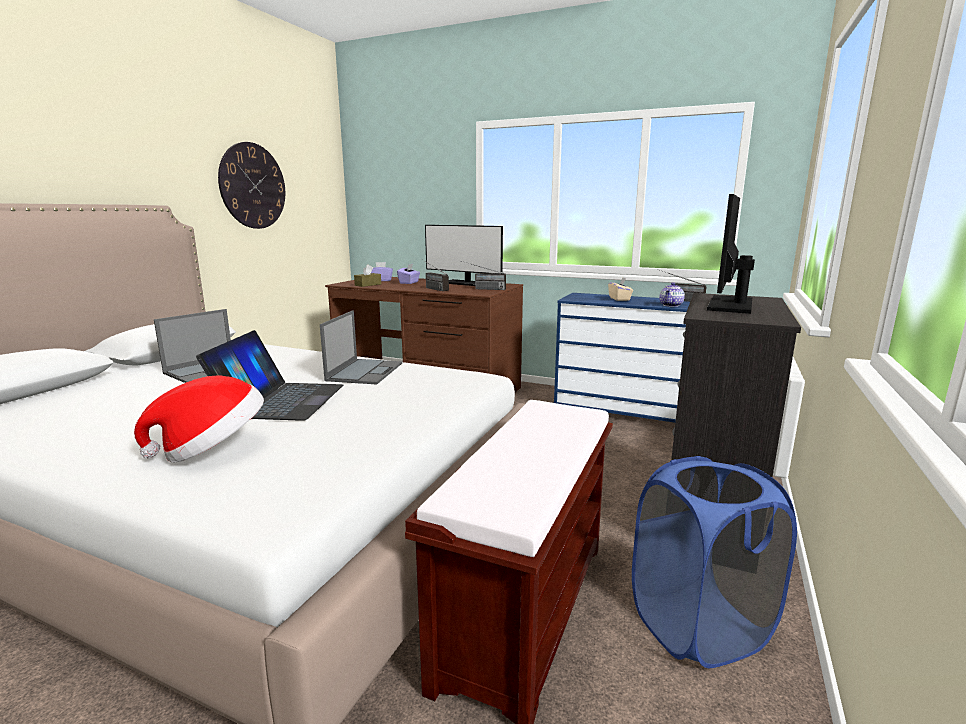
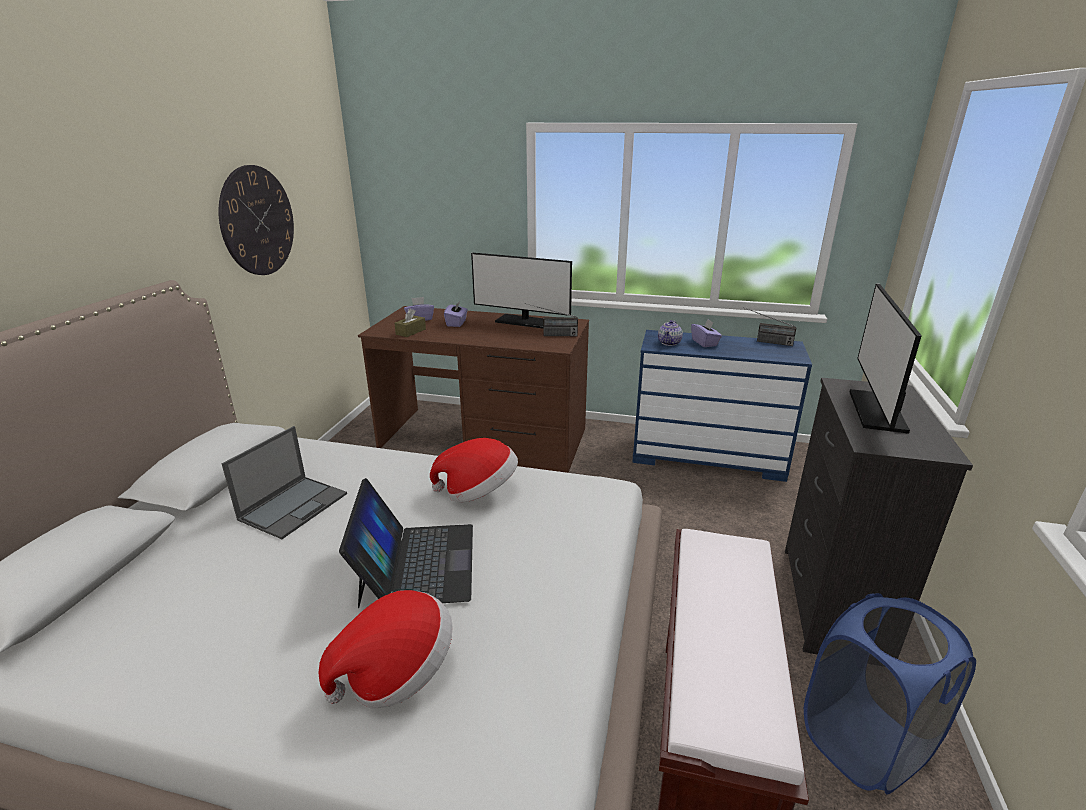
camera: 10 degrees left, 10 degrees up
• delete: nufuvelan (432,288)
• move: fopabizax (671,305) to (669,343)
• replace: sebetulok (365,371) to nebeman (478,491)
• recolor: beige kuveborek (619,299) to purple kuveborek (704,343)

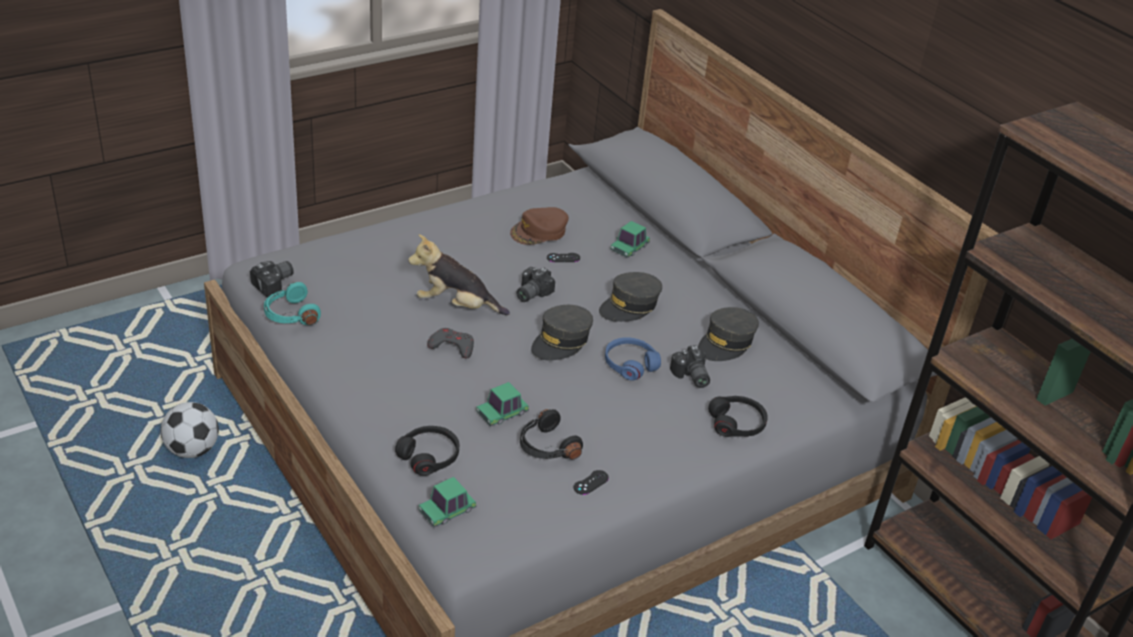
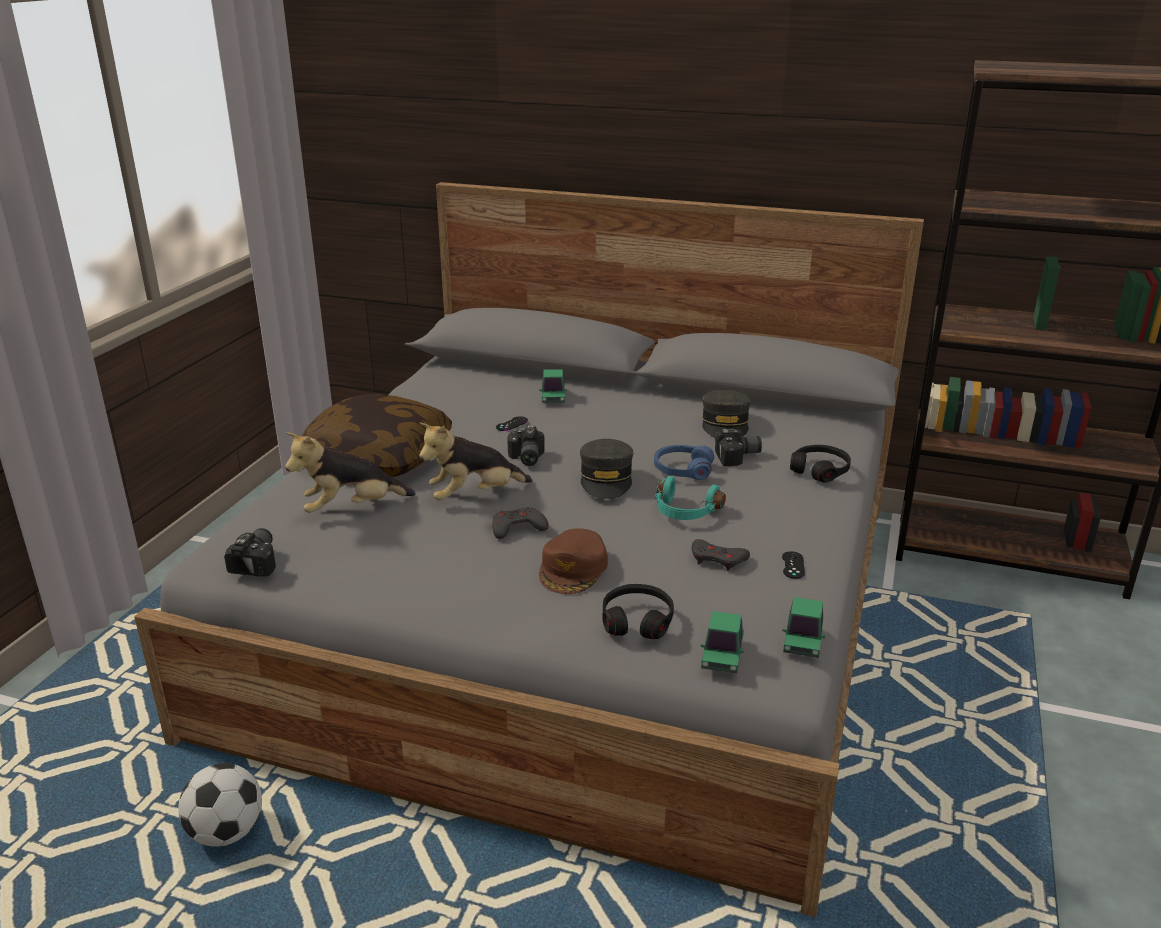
camera: 35 degrees left, 10 degrees down
• delete: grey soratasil (629,306)
• insert: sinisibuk (351,508)
• insert: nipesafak (378,458)
• move: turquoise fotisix (290,315) to (684,512)
• move: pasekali (502,413) to (803,640)
• move: brown soratasil (539,231) to (573,569)
• replace: black fotisix (546,447) to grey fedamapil (718,559)
• rotate: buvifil (690,377) = (738,457) 45 degrees counterclockwise

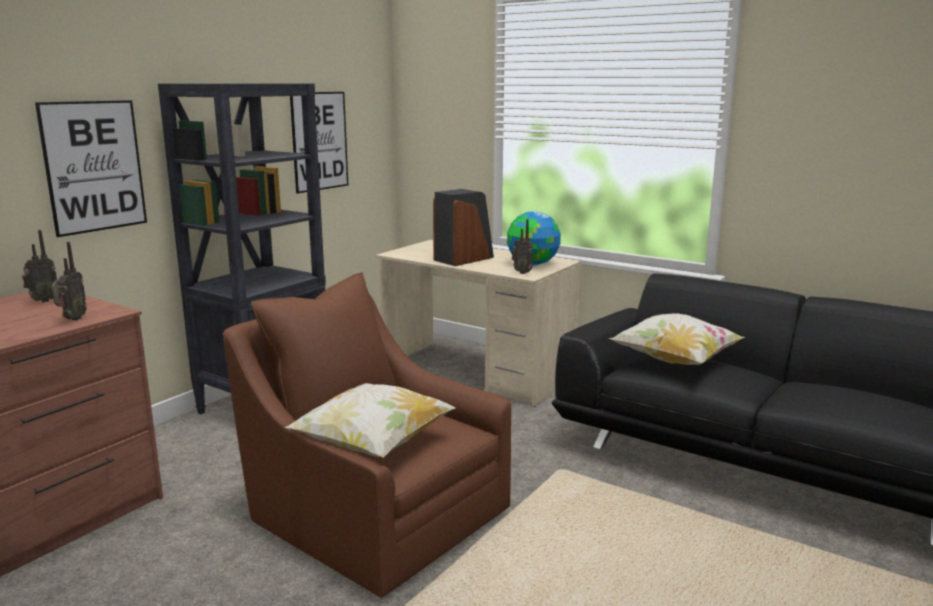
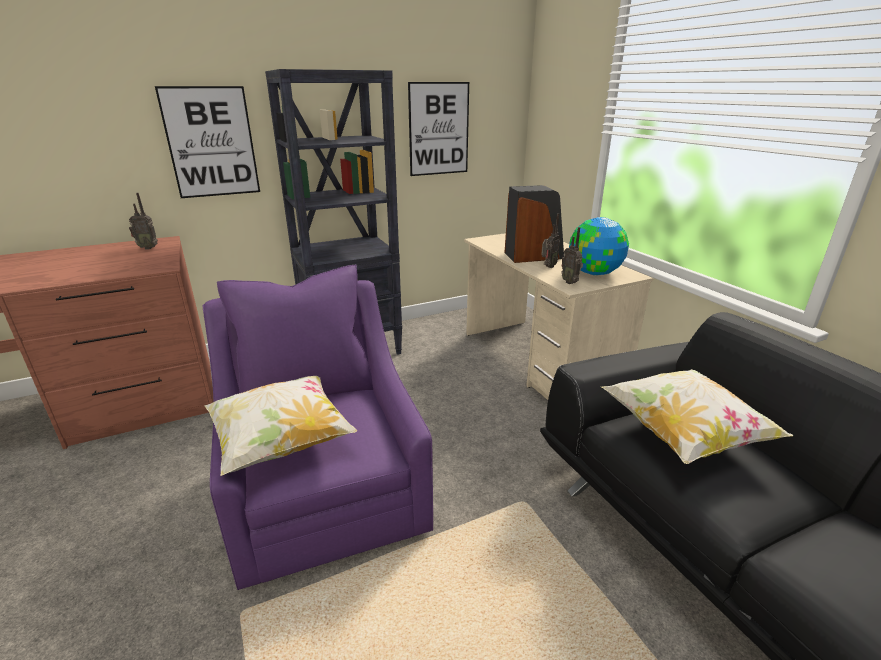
camera: 30 degrees right, 10 degrees up
• move: nufuvelan (72,319) to (548,267)
• recolor: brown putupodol (374,514) to purple putupodol (325,487)

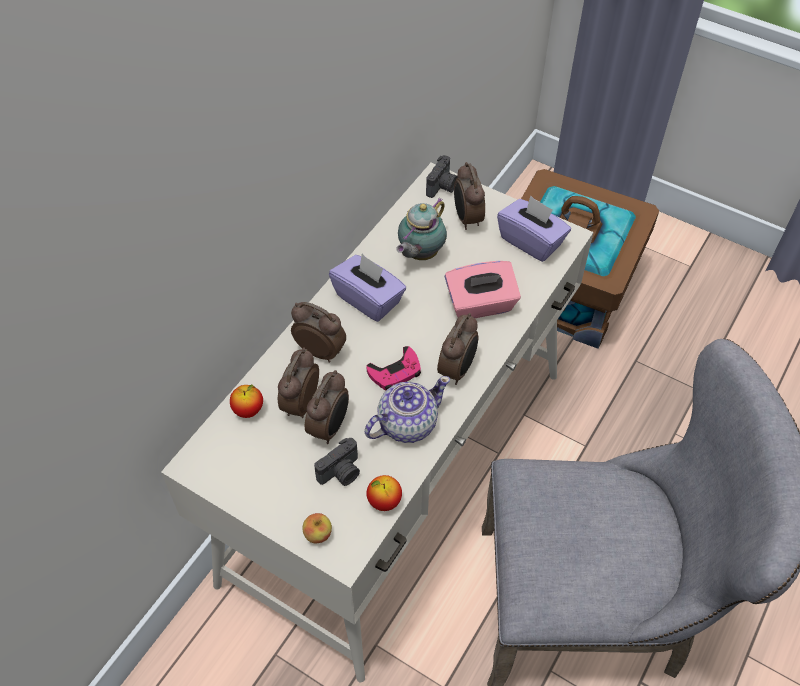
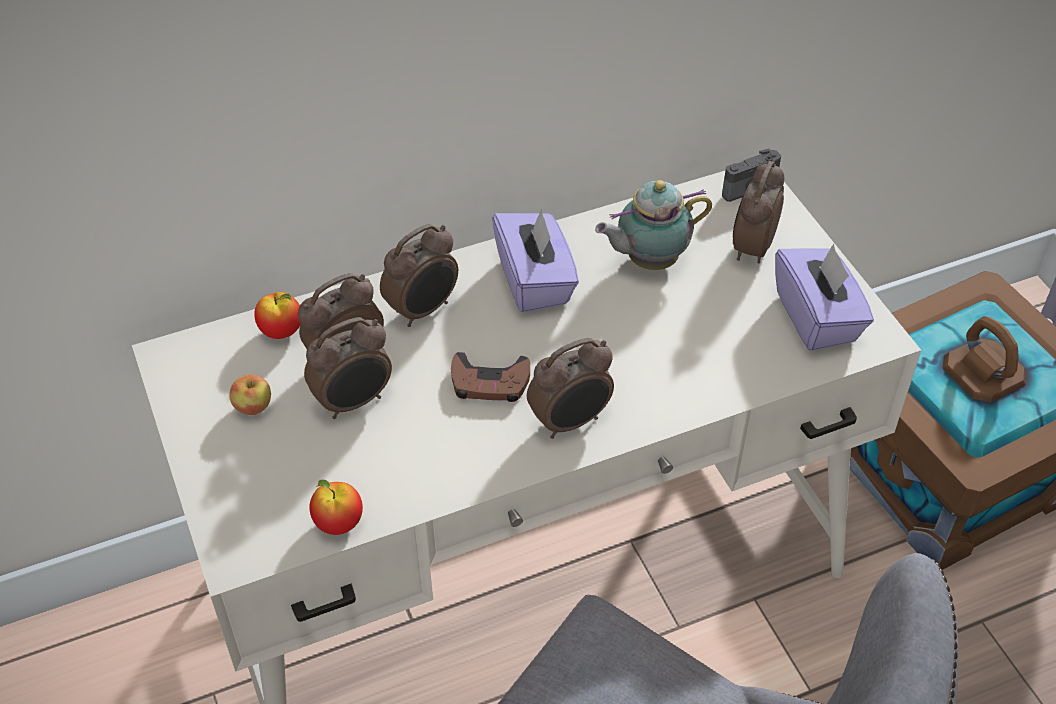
camera: 35 degrees right, 5 degrees down
• delete: buvifil (341,473)
• delete: fopabizax (406,424)
• delete: pink kuveborek (480,305)
• move: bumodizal (318,534) to (253,407)
• recolor: pink fedamapil (395,372) to brown fedamapil (489,382)
• rotate: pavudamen (321,350) = (423,310) 75 degrees clockwise

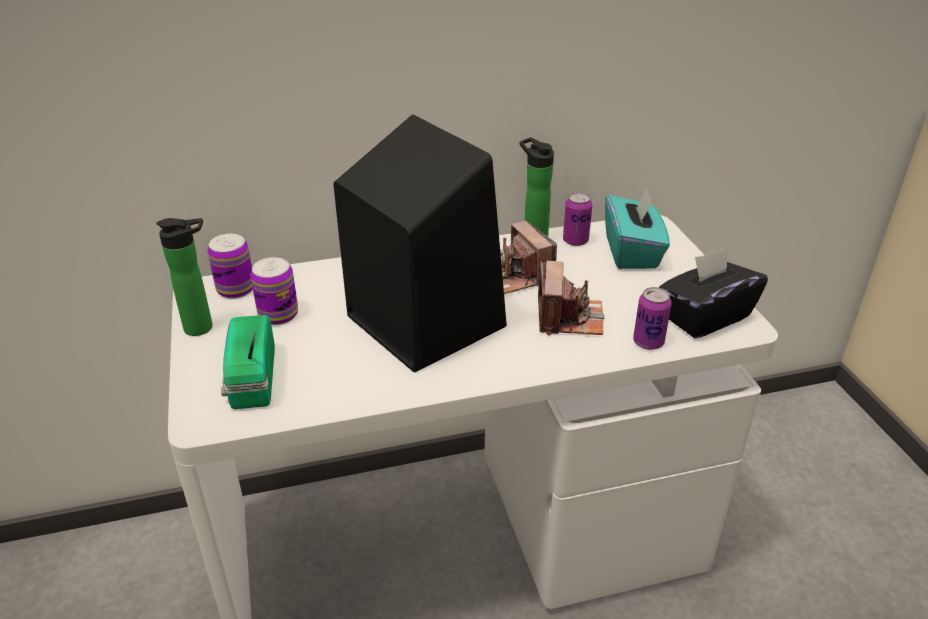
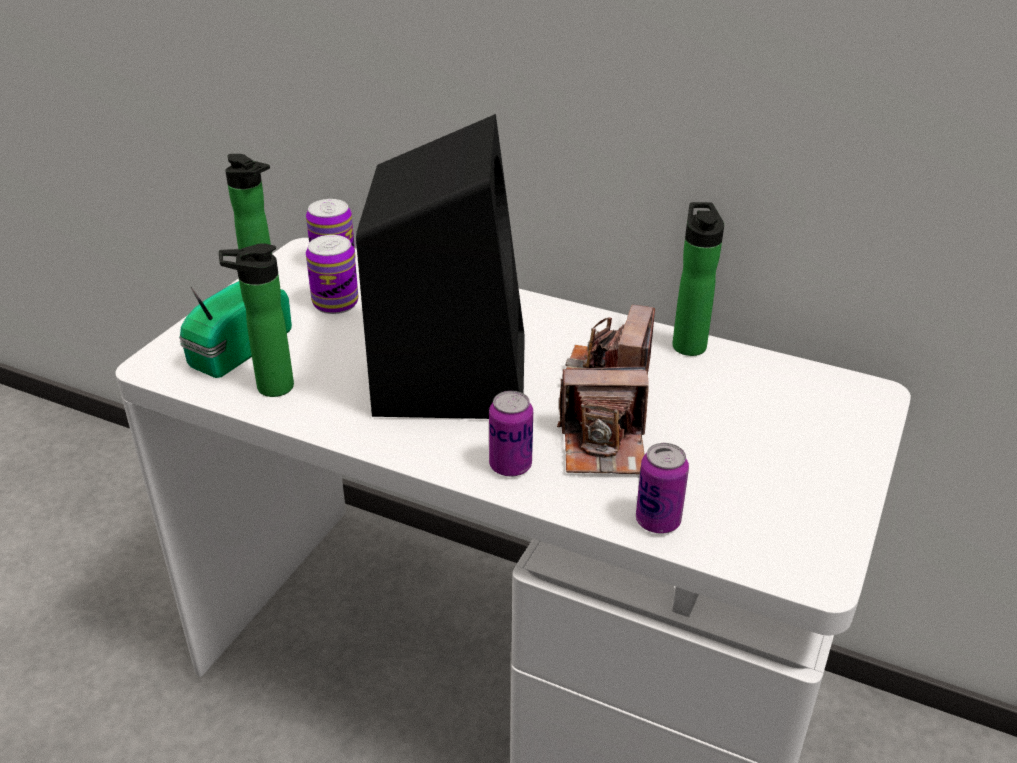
camera: 40 degrees right, 0 degrees up
• delete: turquoise kuveborek (632,252)
• delete: black kuveborek (705,317)
• insert: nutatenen (269,387)
• move: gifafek (575,241) to (510,466)
• rotate: buvifil (569,318) = (604,446) 45 degrees clockwise

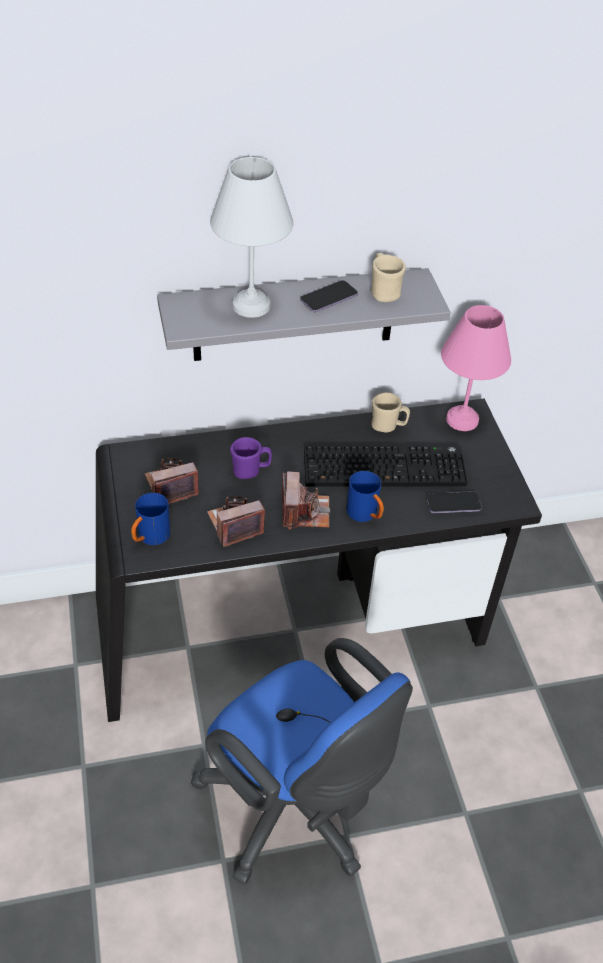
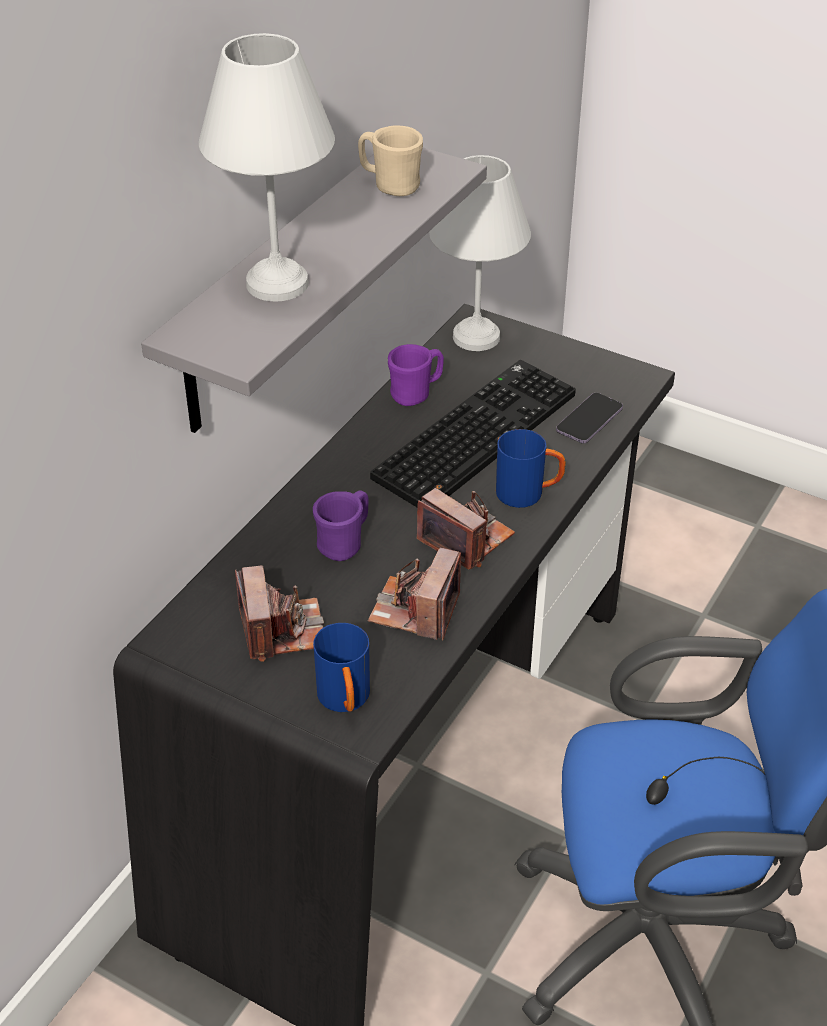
camera: 45 degrees left, 5 degrees down
• delete: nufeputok (328,298)
• recolor: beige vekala (388,426) to purple vekala (416,394)
• recolor: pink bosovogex (463,419) to white bosovogex (476,335)
• rotate: buvifil (171,487) = (282,630) 150 degrees clockwise

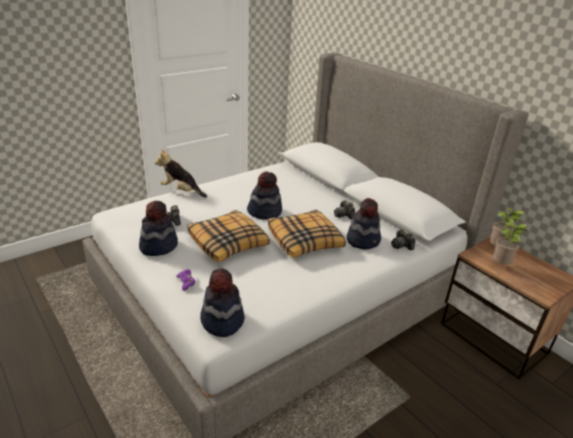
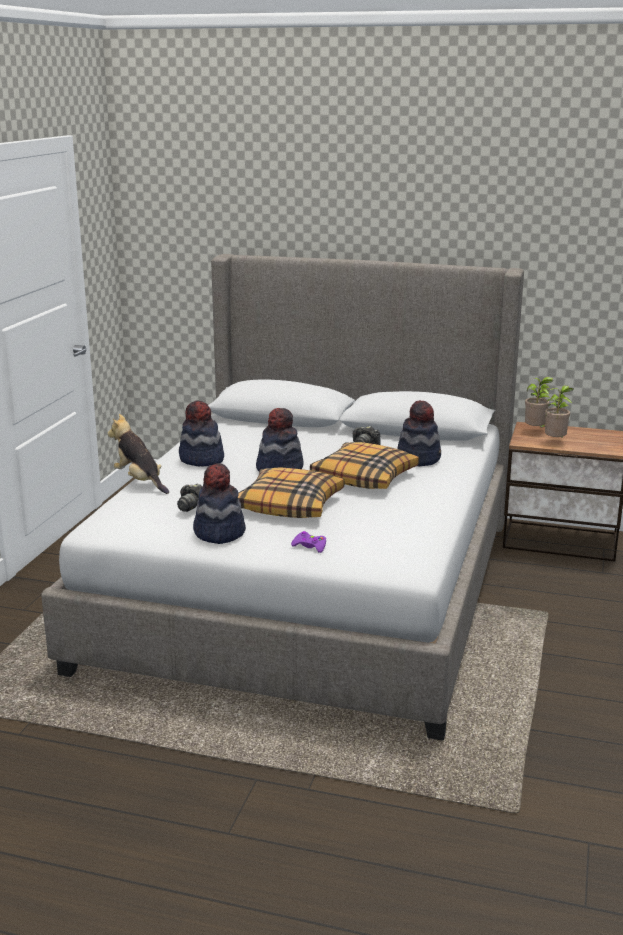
camera: 35 degrees left, 10 degrees down
• delete: buvifil (401,245)
• move: nebeman (222,321) to (201,460)
• rotate: sinisibuk (181,191) = (140,481) 60 degrees clockwise

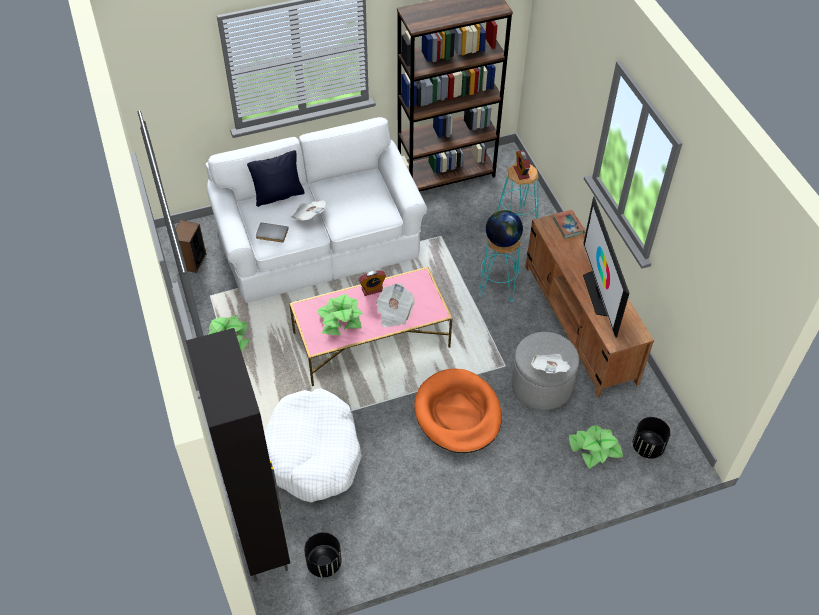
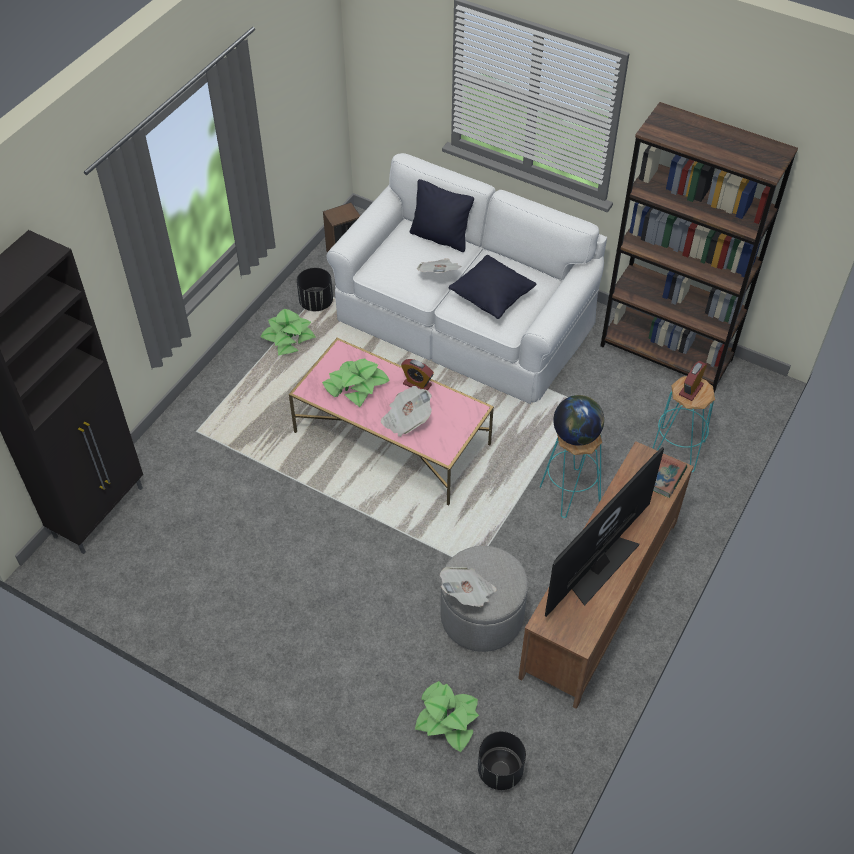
camera: 50 degrees right, 0 degrees up
• delete: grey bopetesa (271,234)
• delete: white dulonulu (313,453)
• delete: orange dulonulu (458,413)
• insert: black nipesafak (491,299)
• move: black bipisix (324,563) to (316,302)

